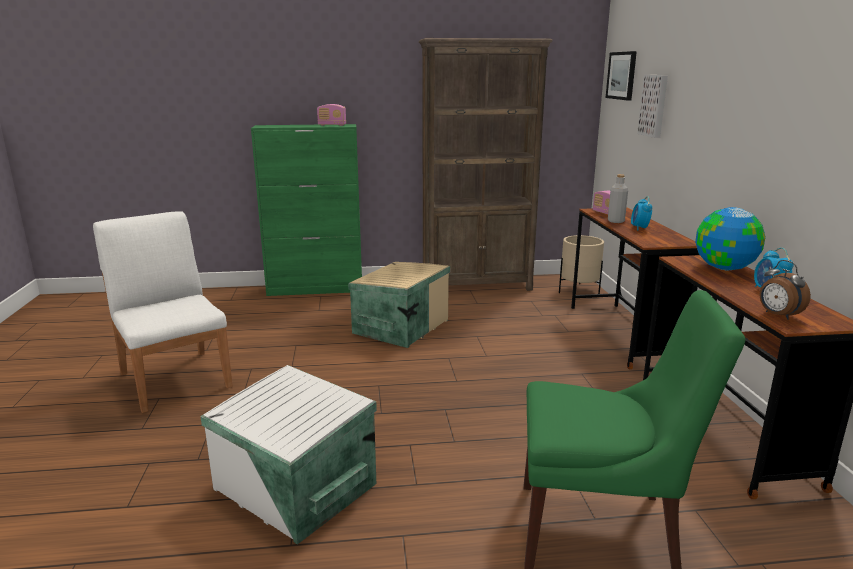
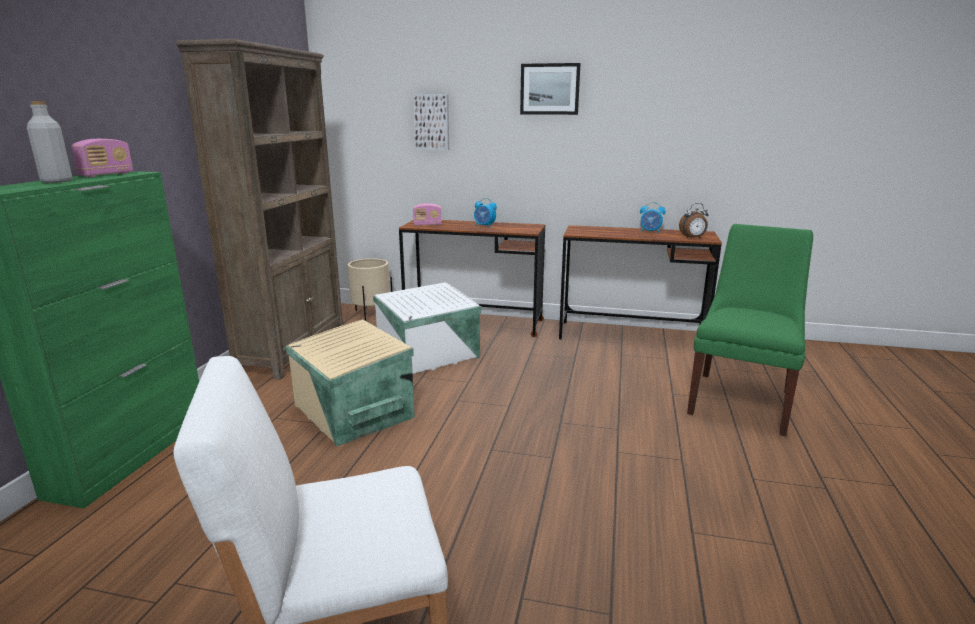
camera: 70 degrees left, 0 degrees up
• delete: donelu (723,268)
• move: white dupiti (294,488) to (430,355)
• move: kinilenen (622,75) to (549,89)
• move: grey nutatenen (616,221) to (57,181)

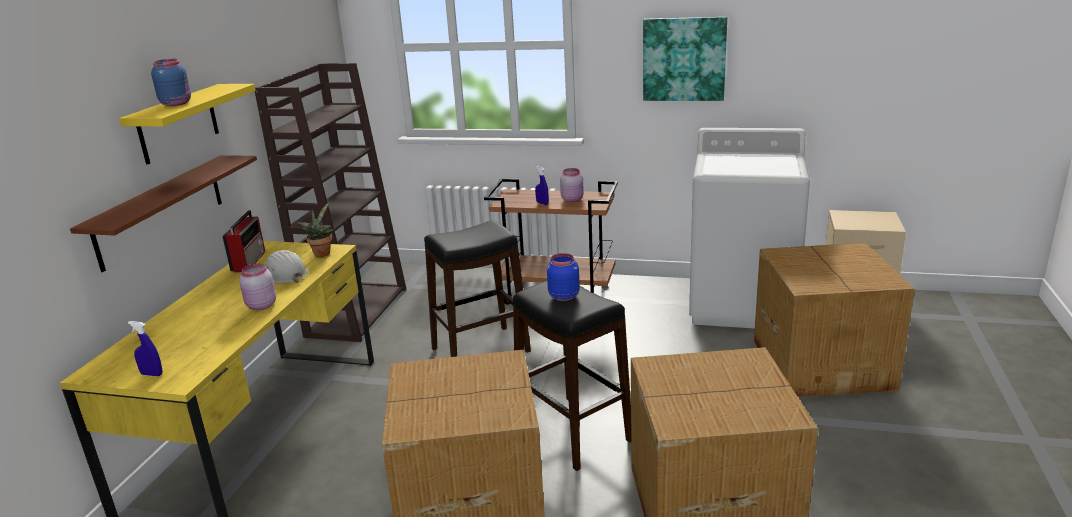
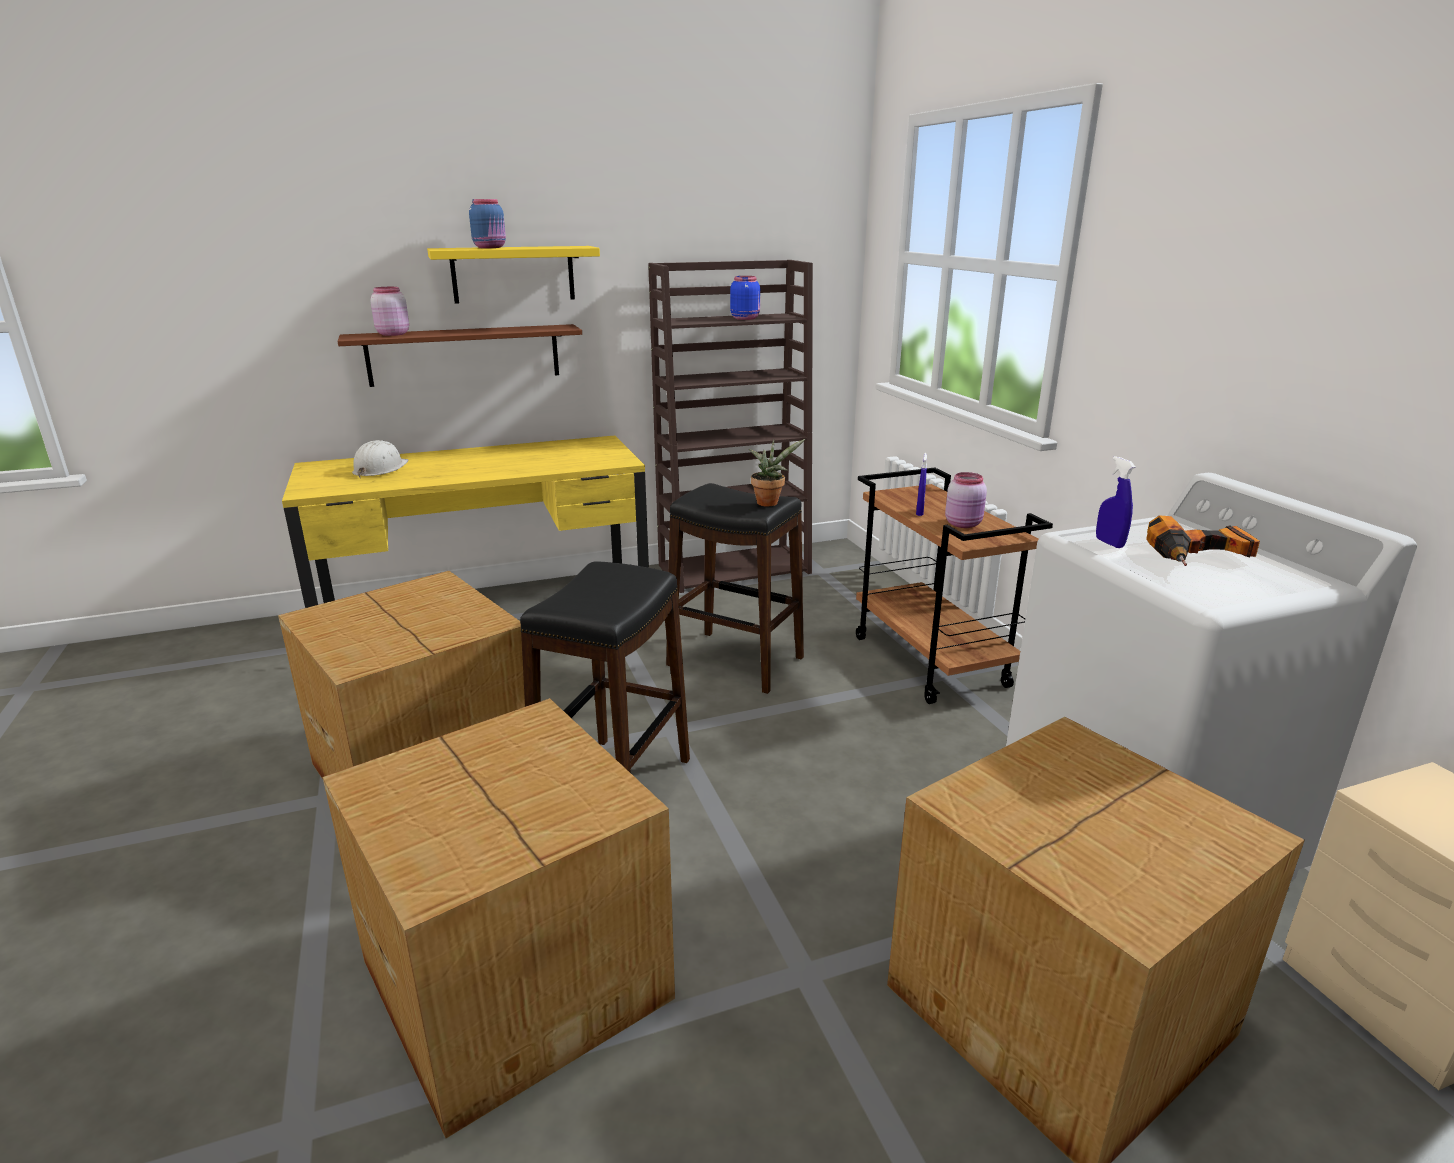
camera: 55 degrees right, 0 degrees up
• delete: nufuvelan (249,261)
• delete: kinilenen (684,59)
• insert: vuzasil (1200,558)
• move: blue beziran (152,374) to (1109,543)
• move: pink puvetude (260,306) to (392,334)
• move: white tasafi (284,274) to (380,469)
• move: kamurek (322,253) to (769,502)
• move: blue puvetude (563,296) to (745,318)

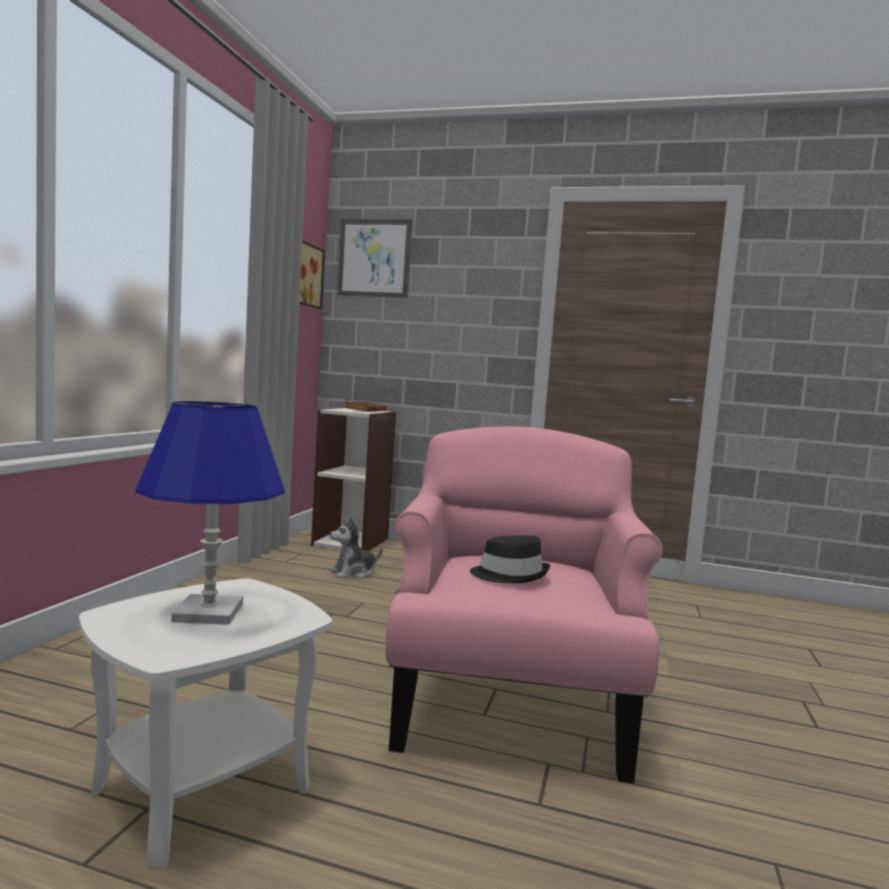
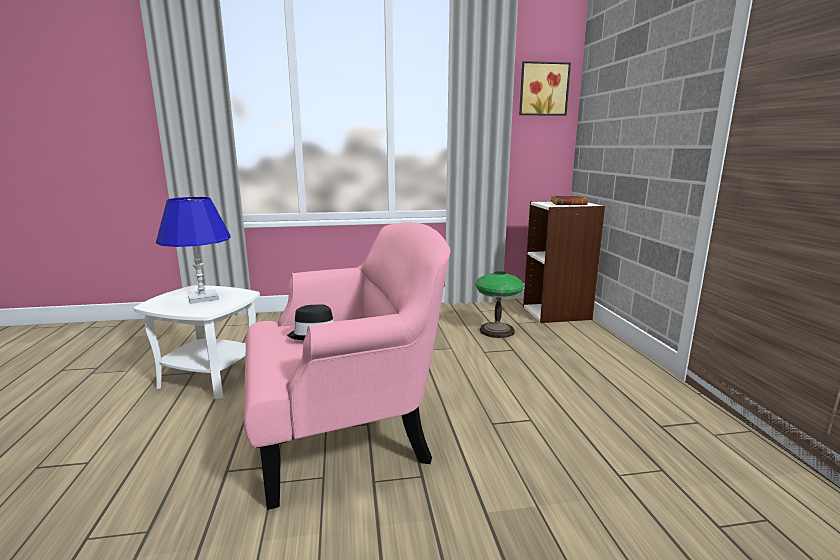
camera: 65 degrees right, 10 degrees up
• delete: kinilenen (374,258)
• replace: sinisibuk (353,573) to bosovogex (497,331)

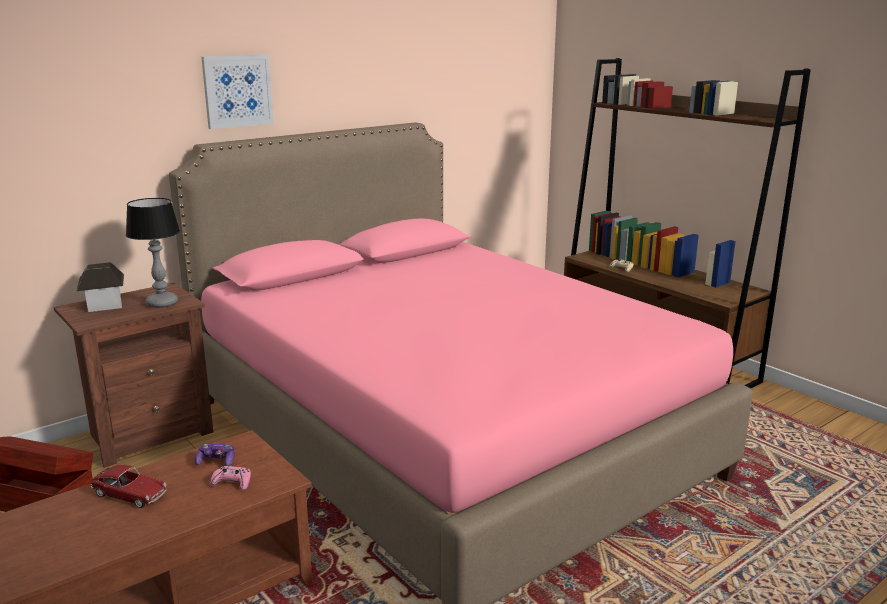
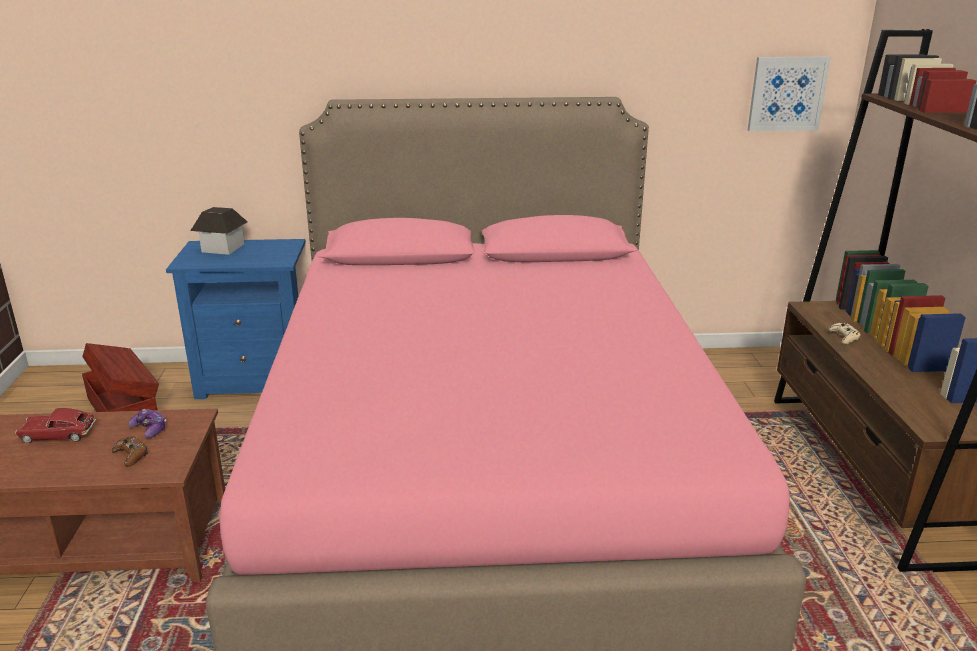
camera: 35 degrees right, 5 degrees up
• delete: bosovogex (162,303)
• move: kinilenen (237,91) to (787,93)
• recolor: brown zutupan (149,434) to blue zutupan (257,380)
• recolor: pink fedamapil (232,482) to brown fedamapil (131,455)
• rotate: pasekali (130,494) = (58,435) 120 degrees clockwise

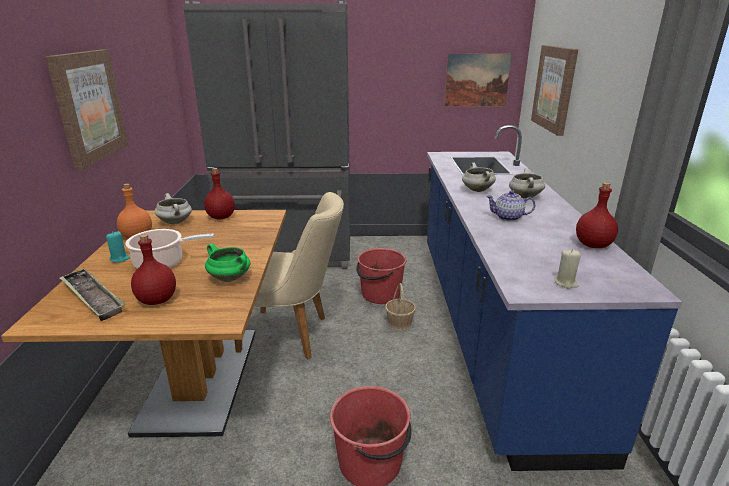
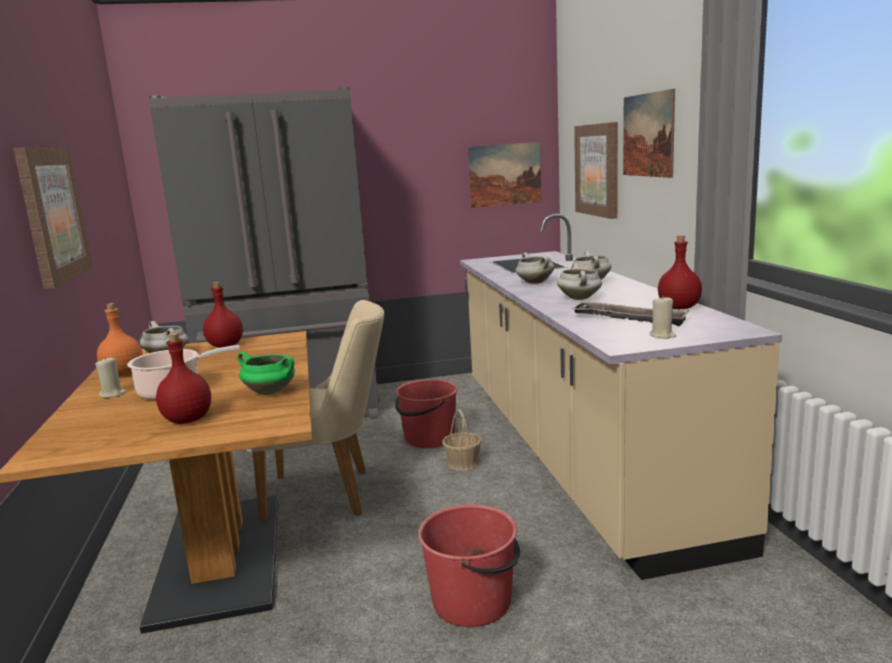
camera: 10 degrees left, 10 degrees down
• insert: kinilenen (648,135)
• move: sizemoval (92,298) to (629,319)
• replace: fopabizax (508,217) to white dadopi (580,298)
• recolor: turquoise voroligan (119,259) to beige voroligan (112,394)
• recolor: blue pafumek (491,327) to beige pafumek (576,451)

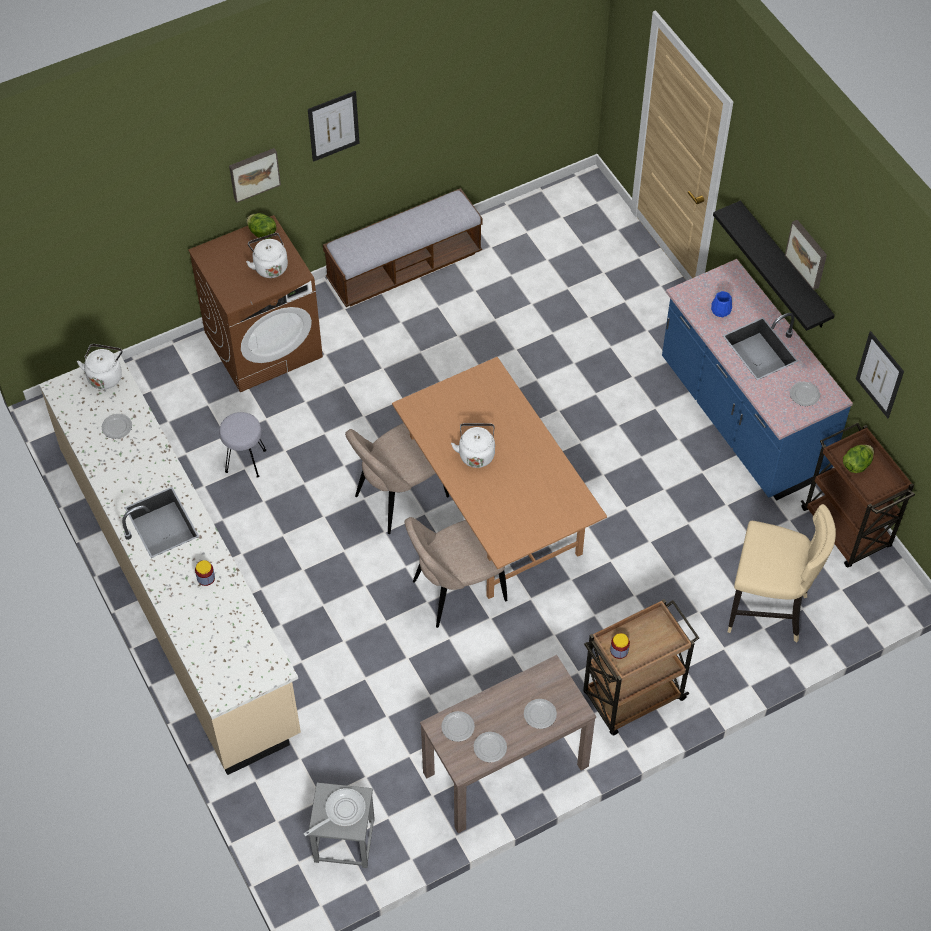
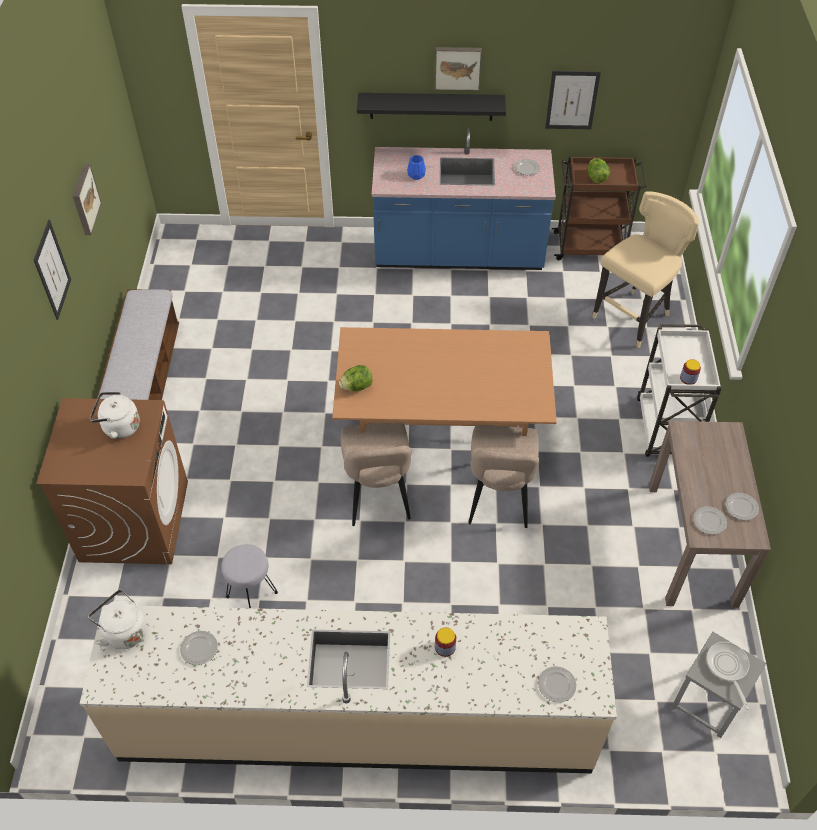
camera: 60 degrees left, 5 degrees down
• delete: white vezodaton (476,453)
• move: kinilenen (254,173) to (84,199)
• move: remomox (262,233) to (357,386)
• move: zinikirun (540,714) to (556,685)
• recolor: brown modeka (632,697) to white modeka (665,430)

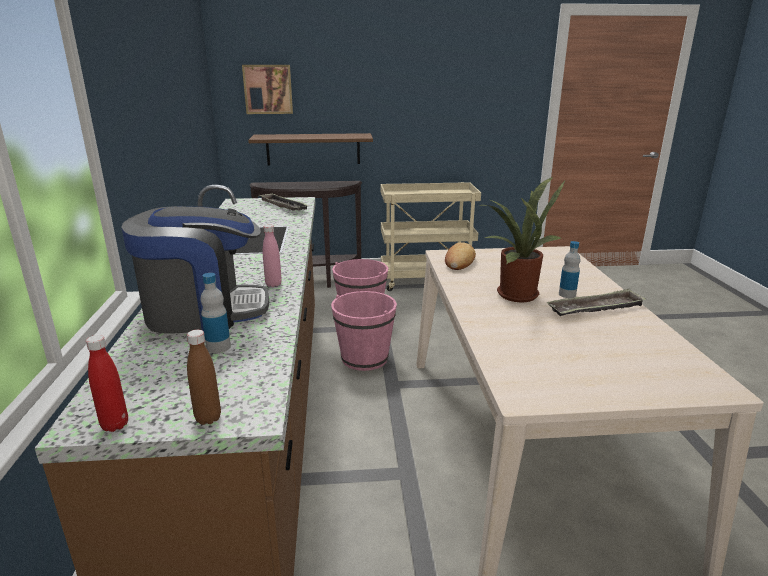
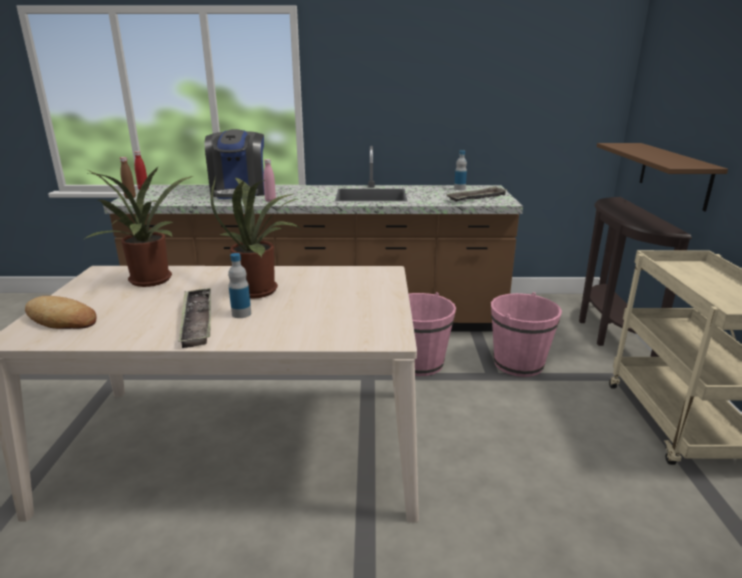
camera: 95 degrees right, 0 degrees up
• delete: kinilenen (268,89)
• insert: kamurek (152,282)
• move: nutatenen (218,347) to (459,189)
• move: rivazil (459,261) to (61,319)

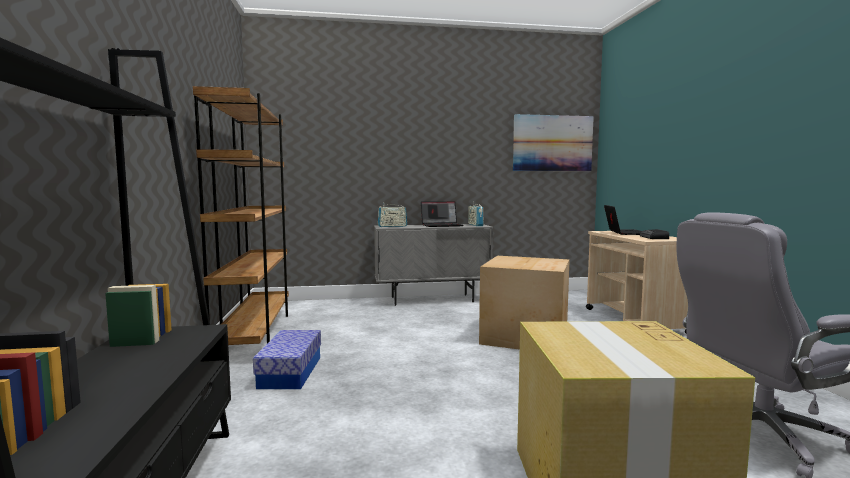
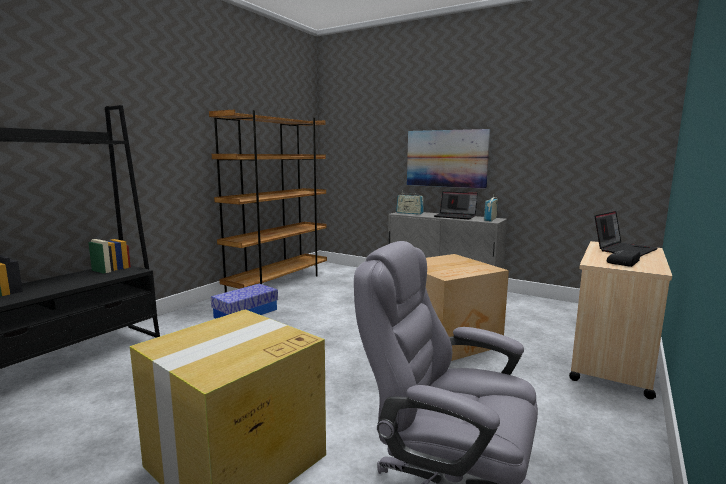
camera: 40 degrees right, 5 degrees up
• move: kinilenen (552,143) to (446,158)

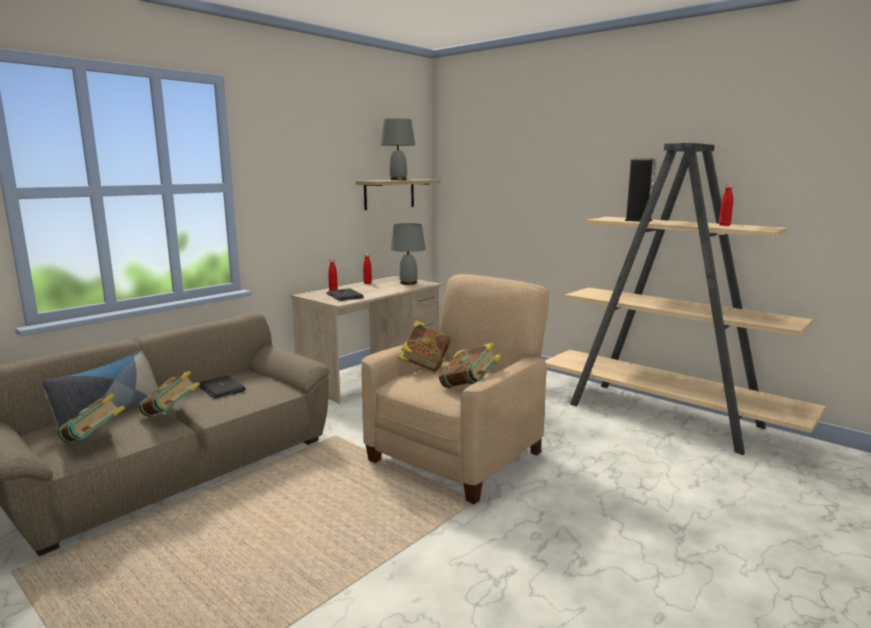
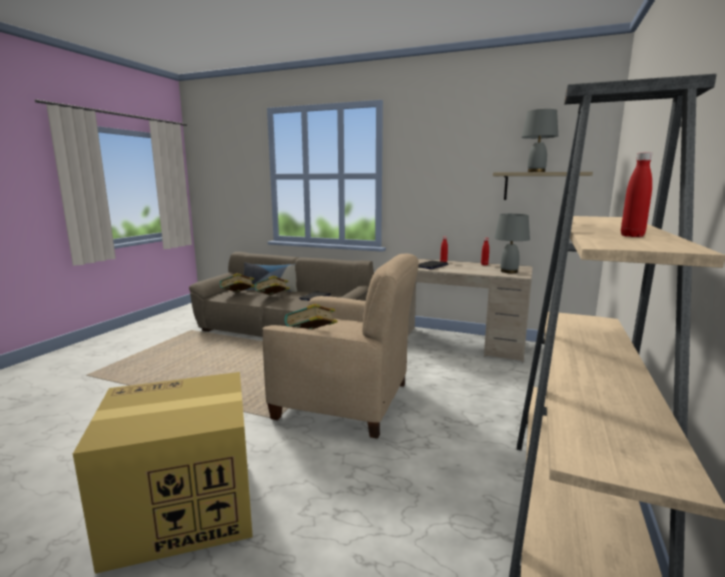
camera: 70 degrees right, 0 degrees up
• delete: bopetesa (424,365)
• delete: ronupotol (638,220)
• insert: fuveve (180,509)

